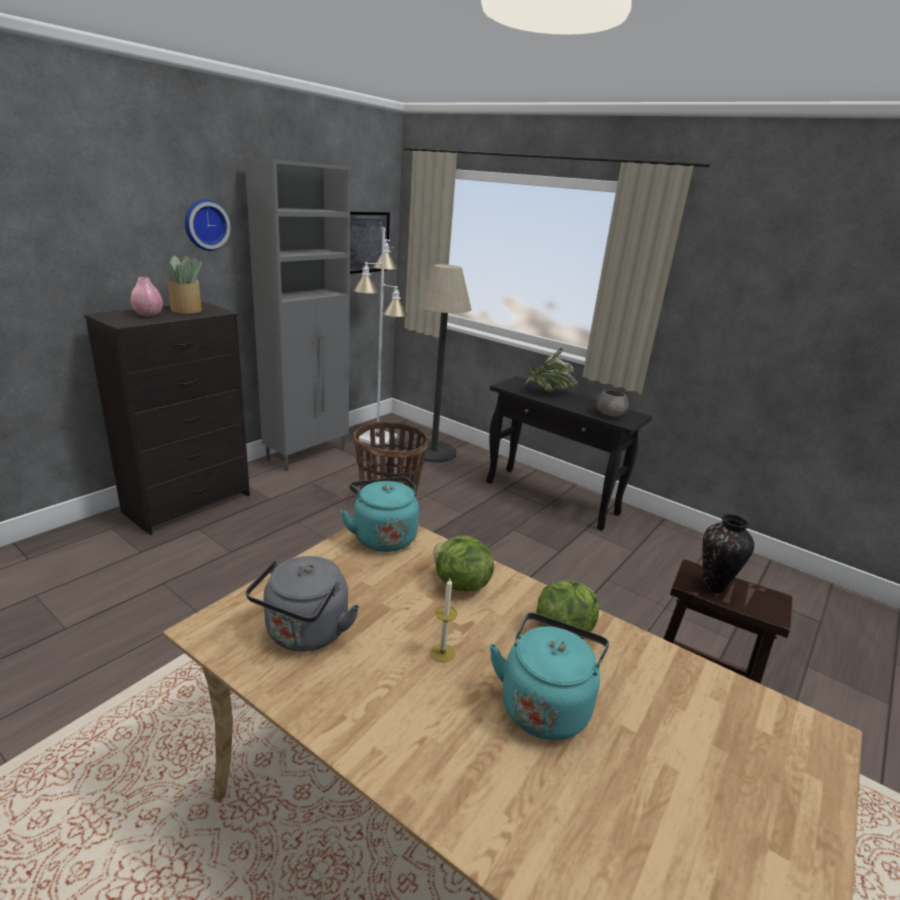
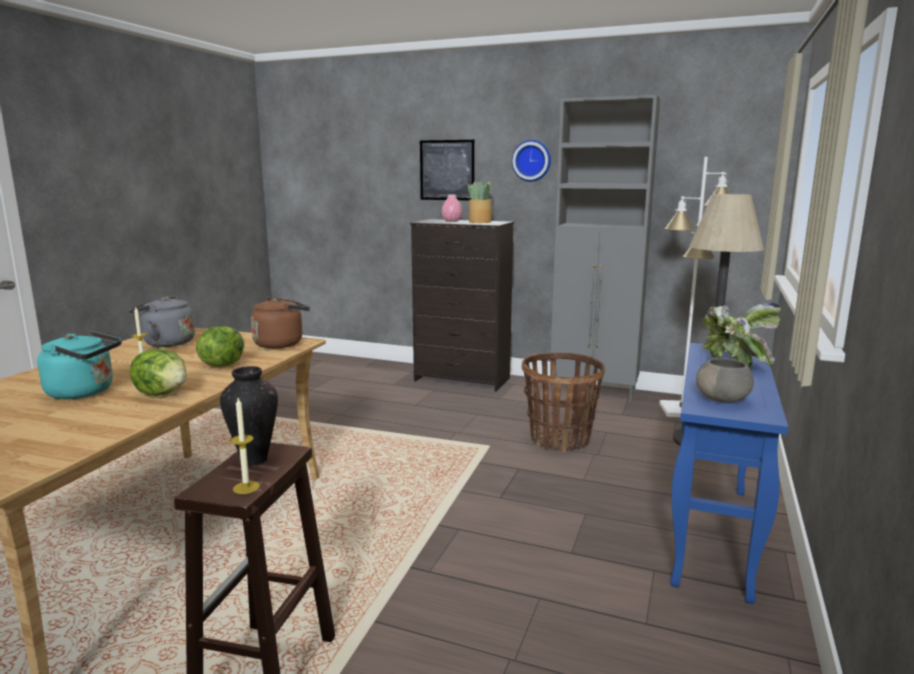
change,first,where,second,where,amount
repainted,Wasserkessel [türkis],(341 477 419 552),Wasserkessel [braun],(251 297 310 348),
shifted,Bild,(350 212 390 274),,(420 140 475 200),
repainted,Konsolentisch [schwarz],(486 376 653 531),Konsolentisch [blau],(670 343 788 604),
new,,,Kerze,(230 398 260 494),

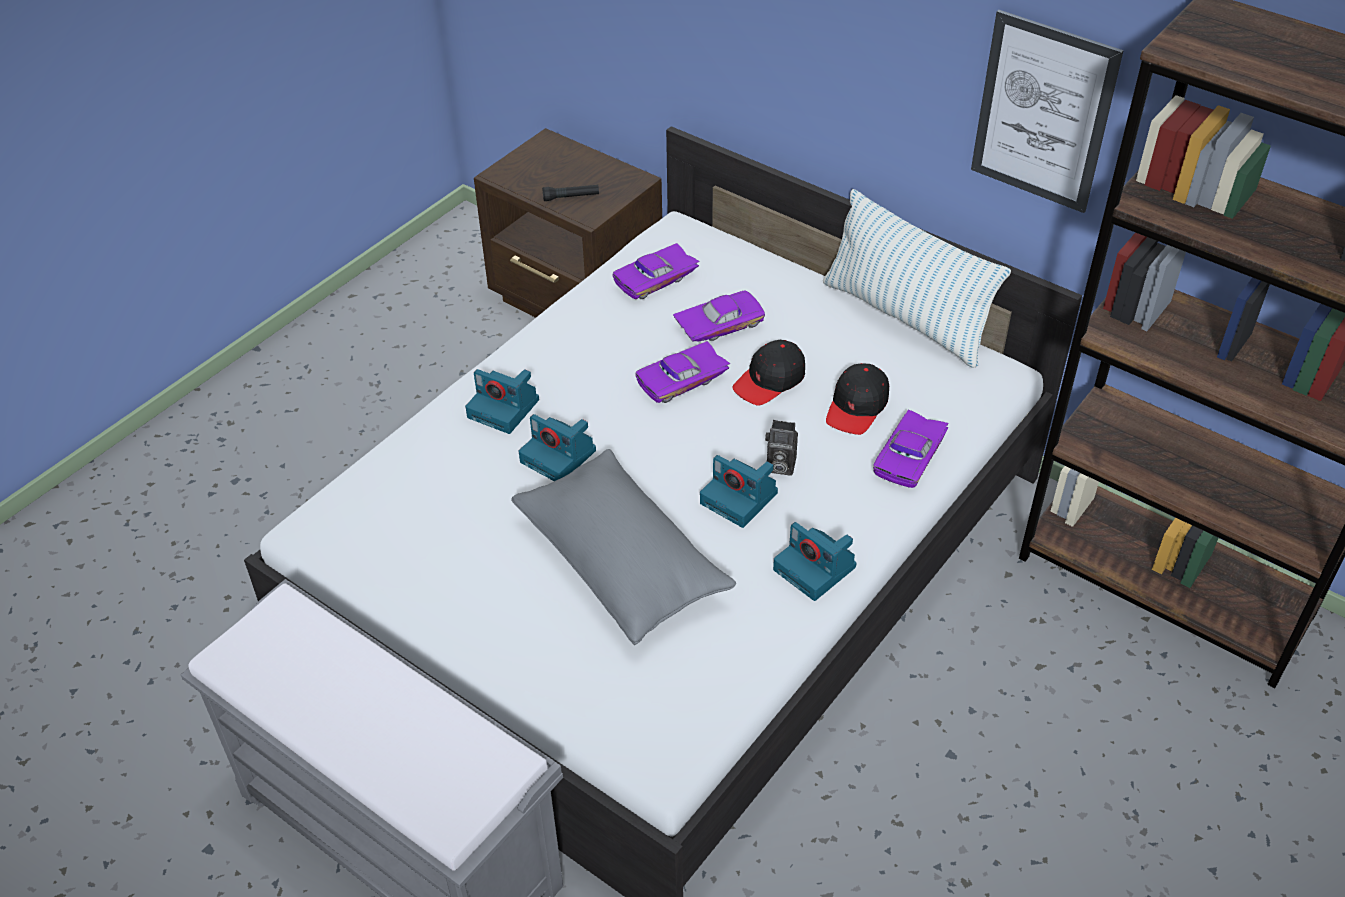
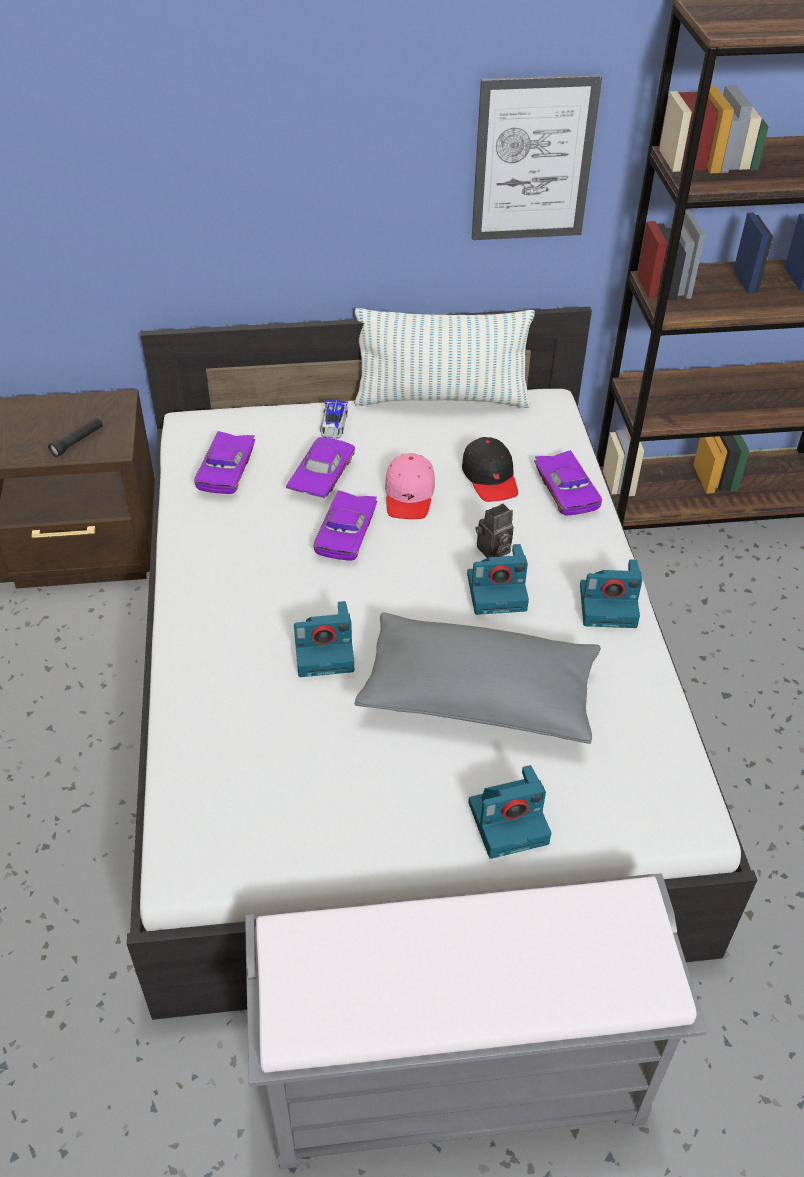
change,first,where,second,where,amount
shifted,Kamera,(465 369 539 434),,(468 765 551 859),
repainted,Kappe [schwarz],(732 340 805 406),Kappe [rosa],(385 453 435 519),
new,,,Spielzeugauto,(320 400 348 439),

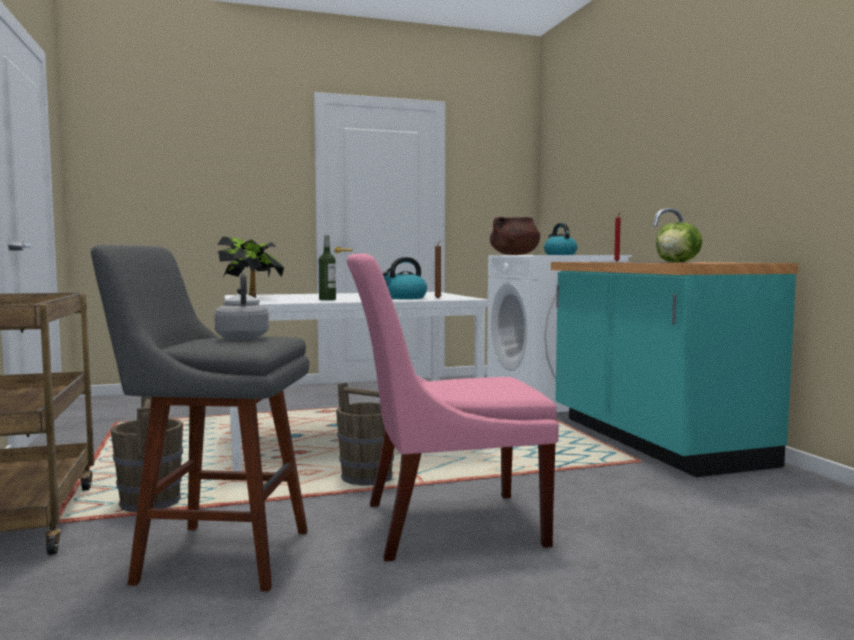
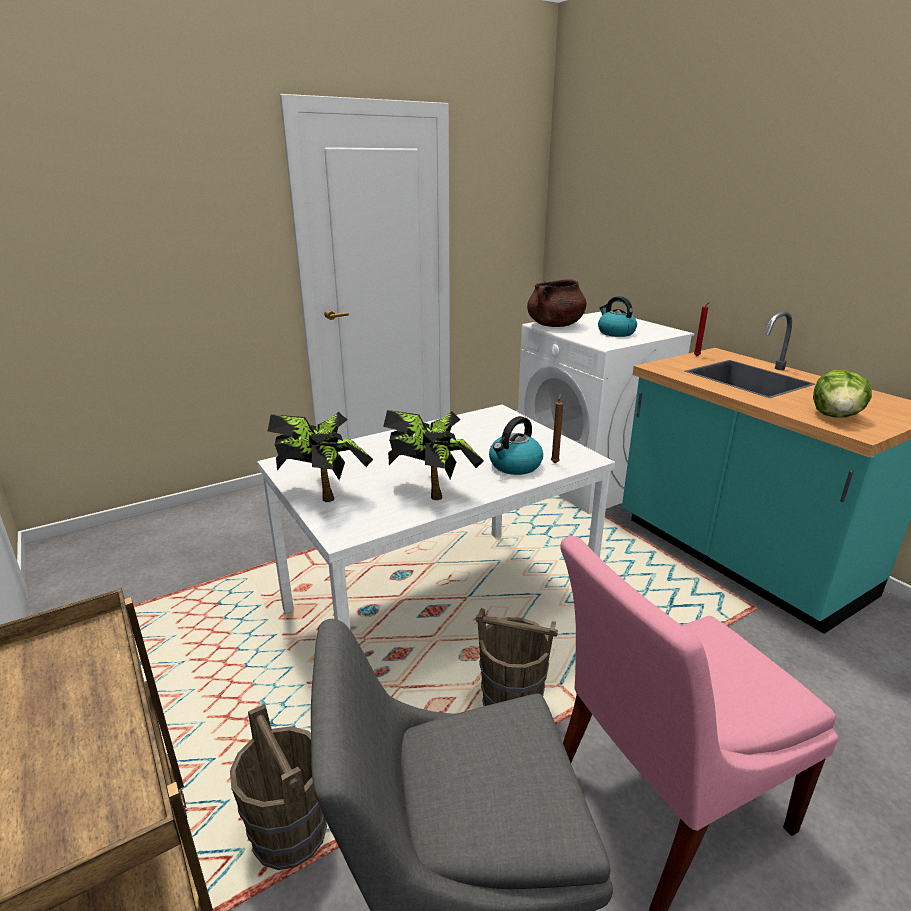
change,first,where,second,where,amount
gone,Wasserkessel [grau],(214 273 269 340),,,
swapped,Flasche,(319 235 336 300),Topfpflanze,(383 410 484 500),

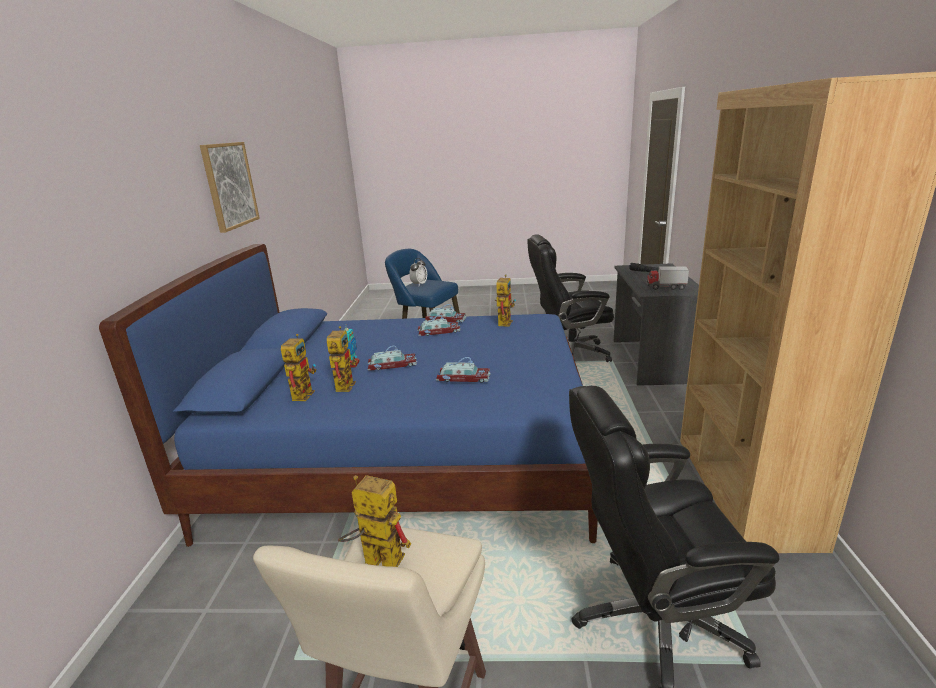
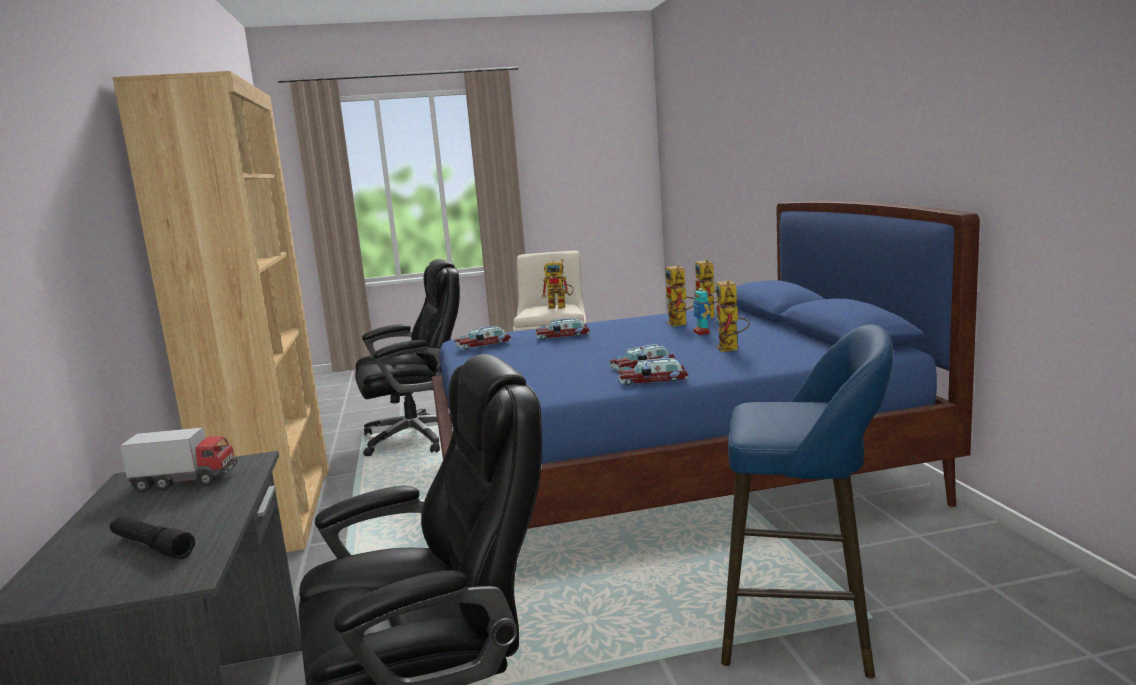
change,first,where,second,where,amount
gone,Bild,(200 142 260 233),,,
shifted,Spielzeugauto,(367 346 417 370),,(455 326 511 349),
gone,Wecker,(409 258 427 286),,,
shifted,Spielzeugroboter,(495 275 516 327),,(715 281 750 352),

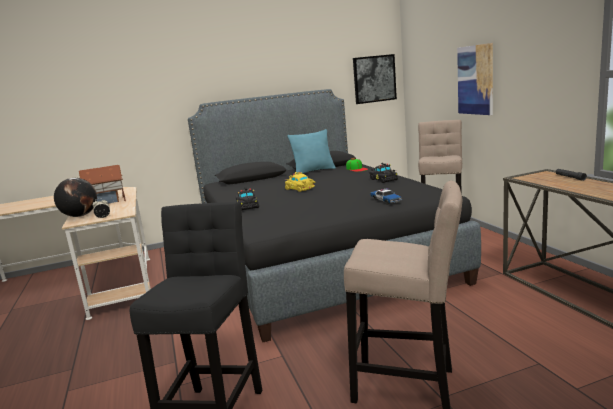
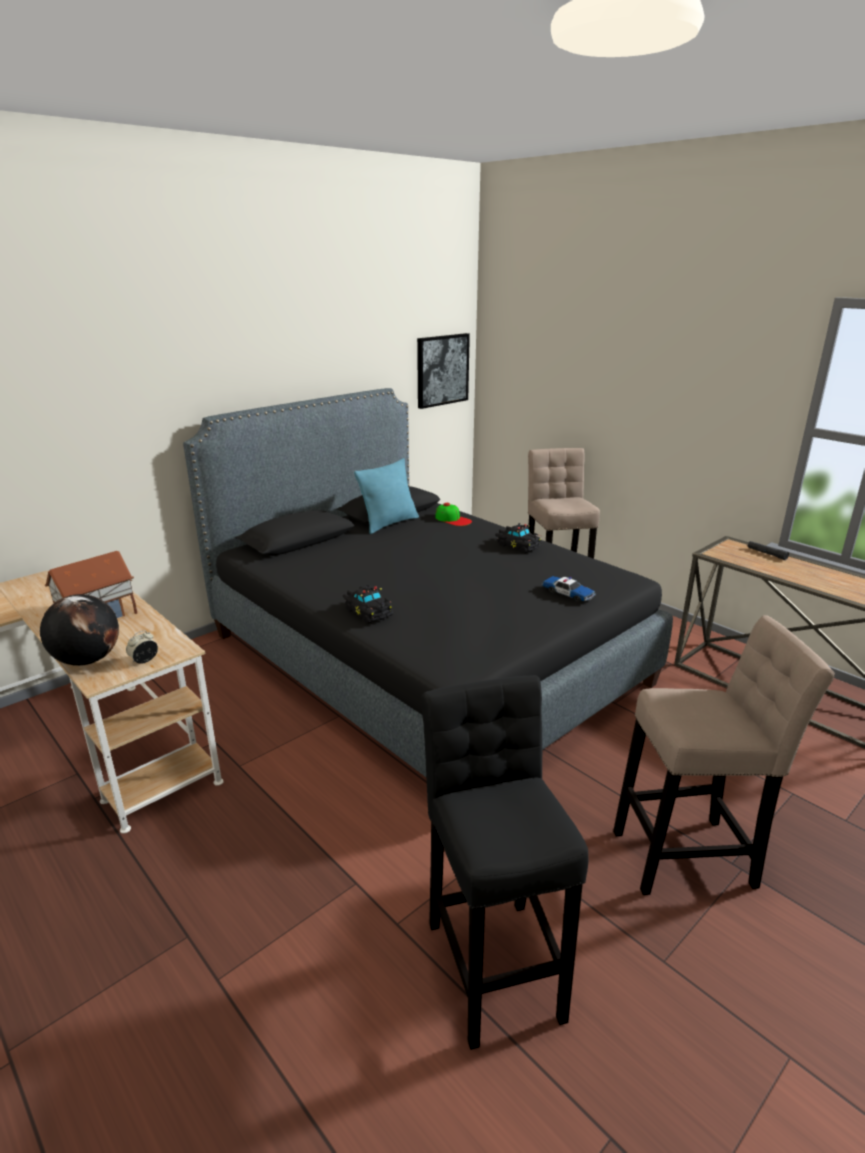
change,first,where,second,where,amount
gone,Spielzeugauto [gelb],(284 172 315 192),,,
gone,Bild,(457 43 493 115),,,

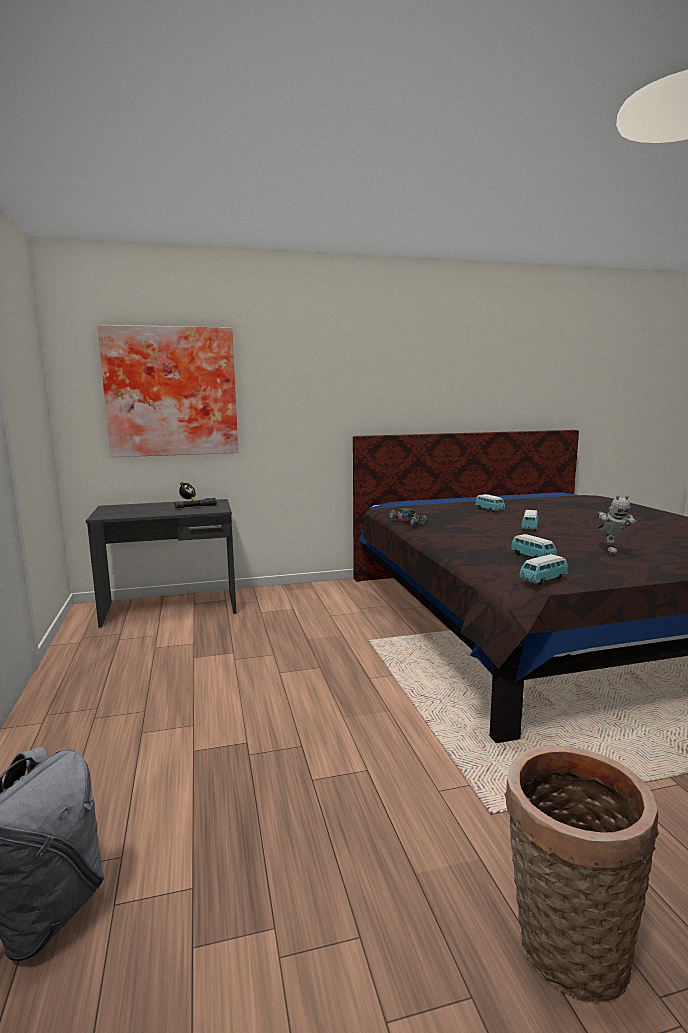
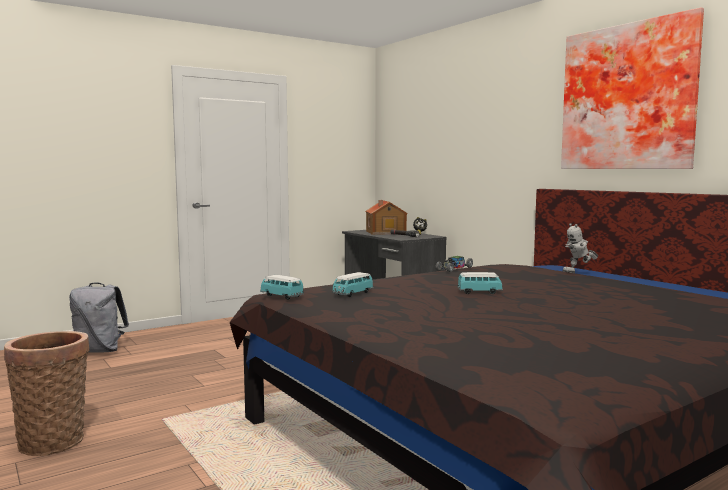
change,first,where,second,where,amount
shifted,Bild,(97 325 238 457),,(561 8 704 169),
gone,Spielzeugauto,(475 494 506 512),,,
shifted,Spielzeugroboter,(597 495 637 555),,(563 223 598 273),
new,,,Spielzeughaus,(365 200 407 235),

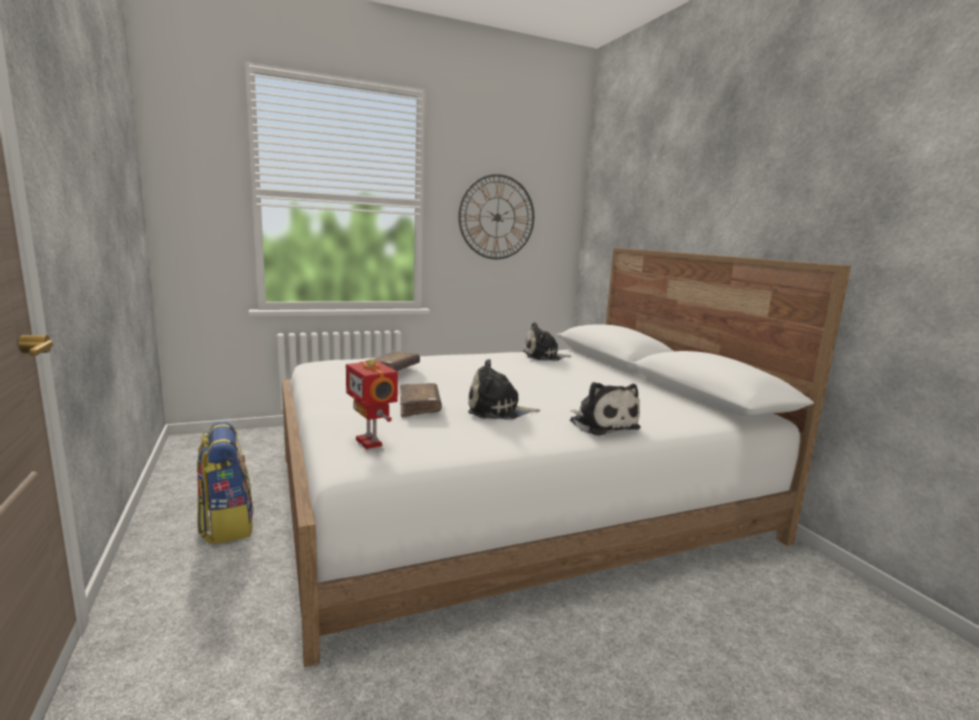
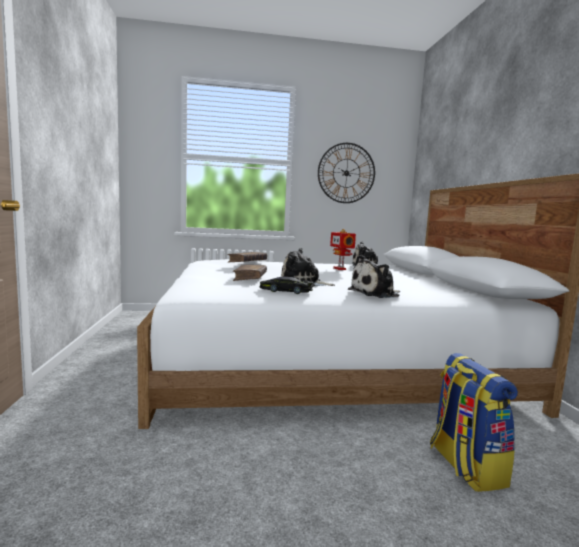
change,first,where,second,where,amount
shifted,Rucksack,(197 422 254 544),,(430 353 518 492),
shifted,Spielzeugroboter,(346 359 398 449),,(330 229 356 270),
rotated,Plüschtier,(570 382 641 436),,(348 255 400 298),75 degrees clockwise
new,,,Spielzeugauto [schwarz],(259 277 313 294),

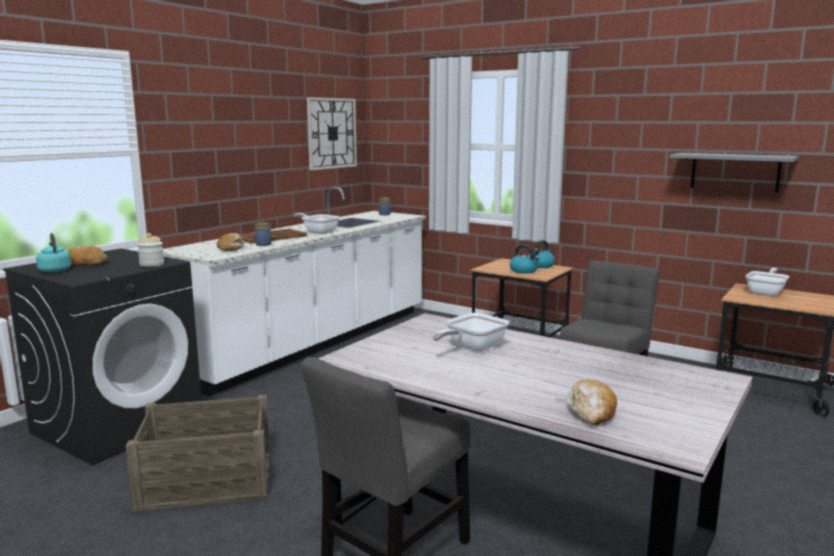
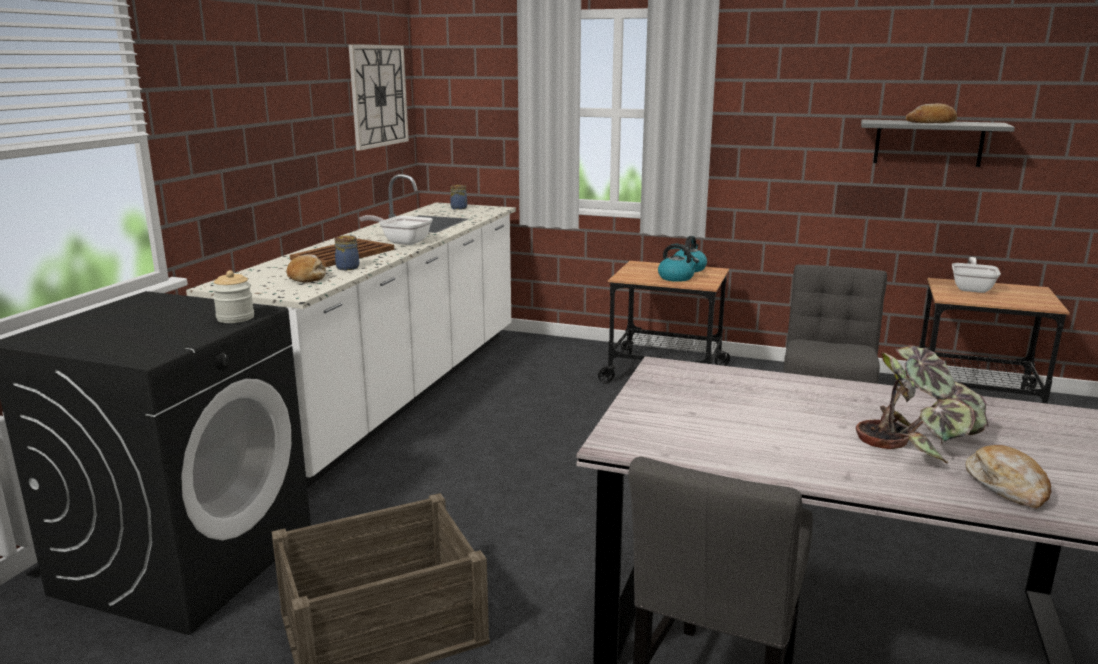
change,first,where,second,where,amount
gone,Wasserkessel [türkis],(36 233 71 273),,,
shifted,Brot,(67 246 108 266),,(906 103 957 123),
gone,Pfanne,(432 313 509 352),,,
new,,,Topfpflanze,(855 345 989 463),

